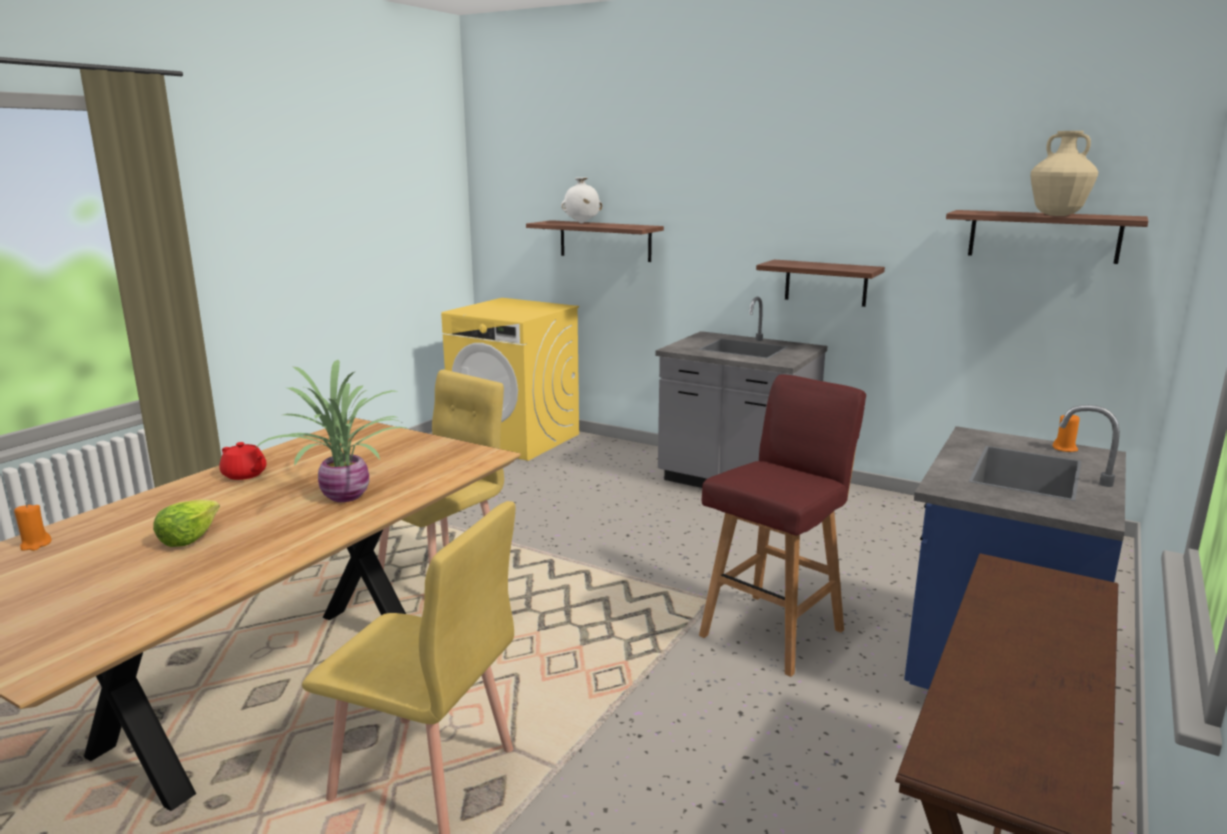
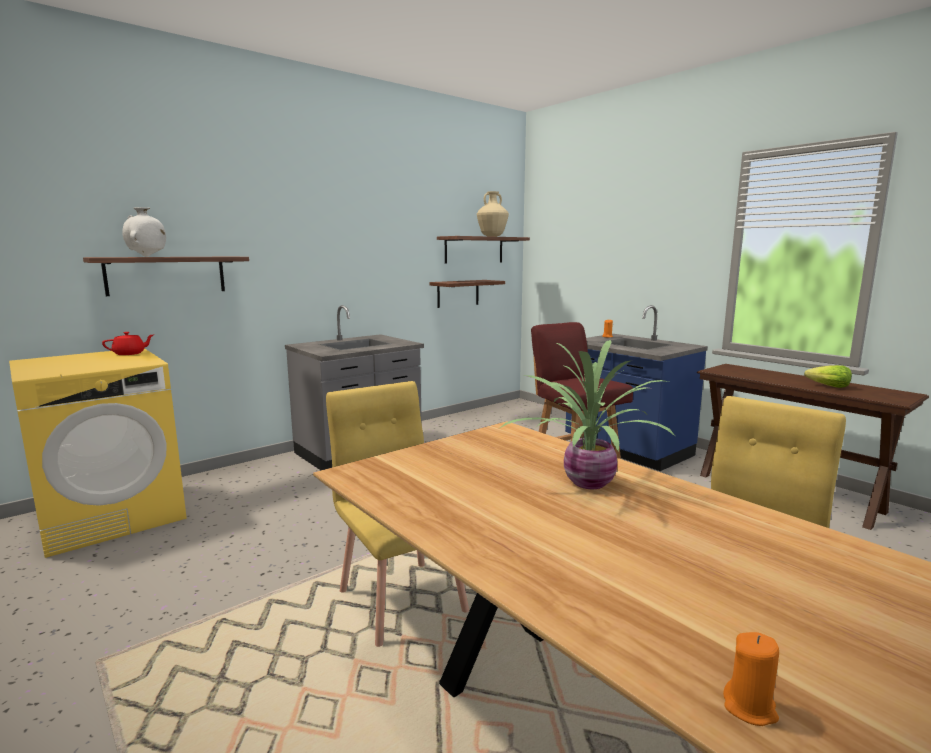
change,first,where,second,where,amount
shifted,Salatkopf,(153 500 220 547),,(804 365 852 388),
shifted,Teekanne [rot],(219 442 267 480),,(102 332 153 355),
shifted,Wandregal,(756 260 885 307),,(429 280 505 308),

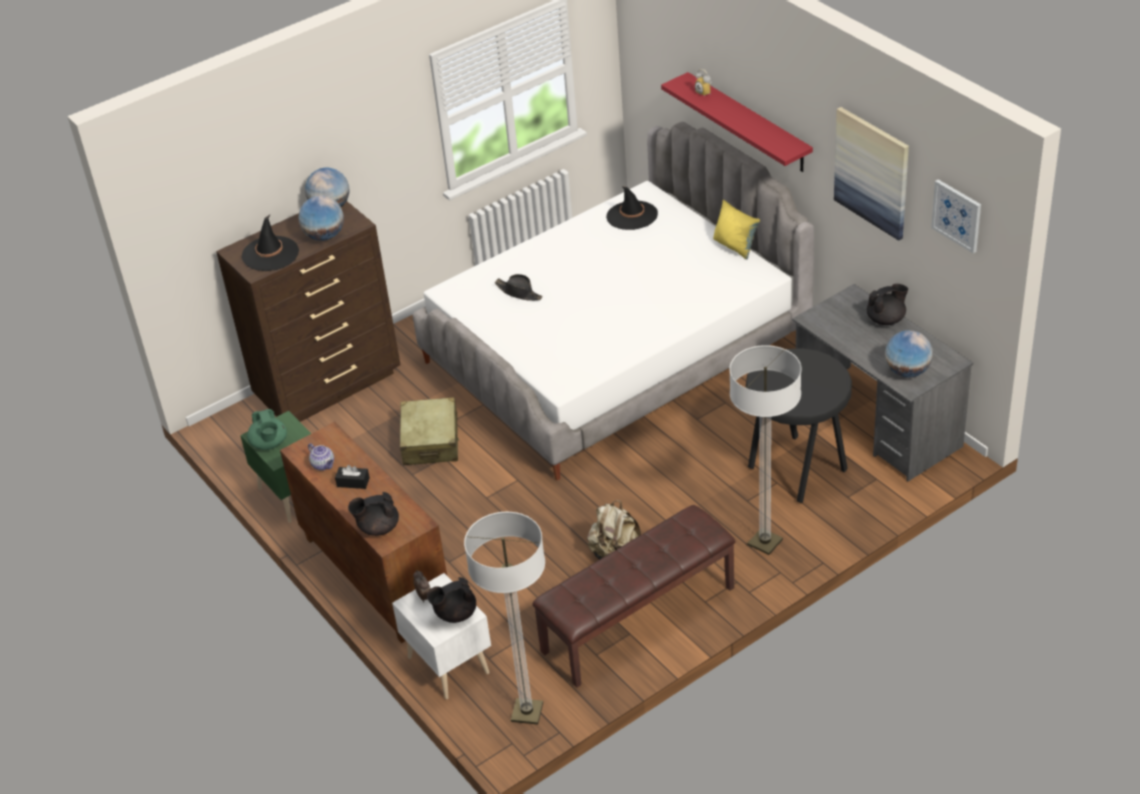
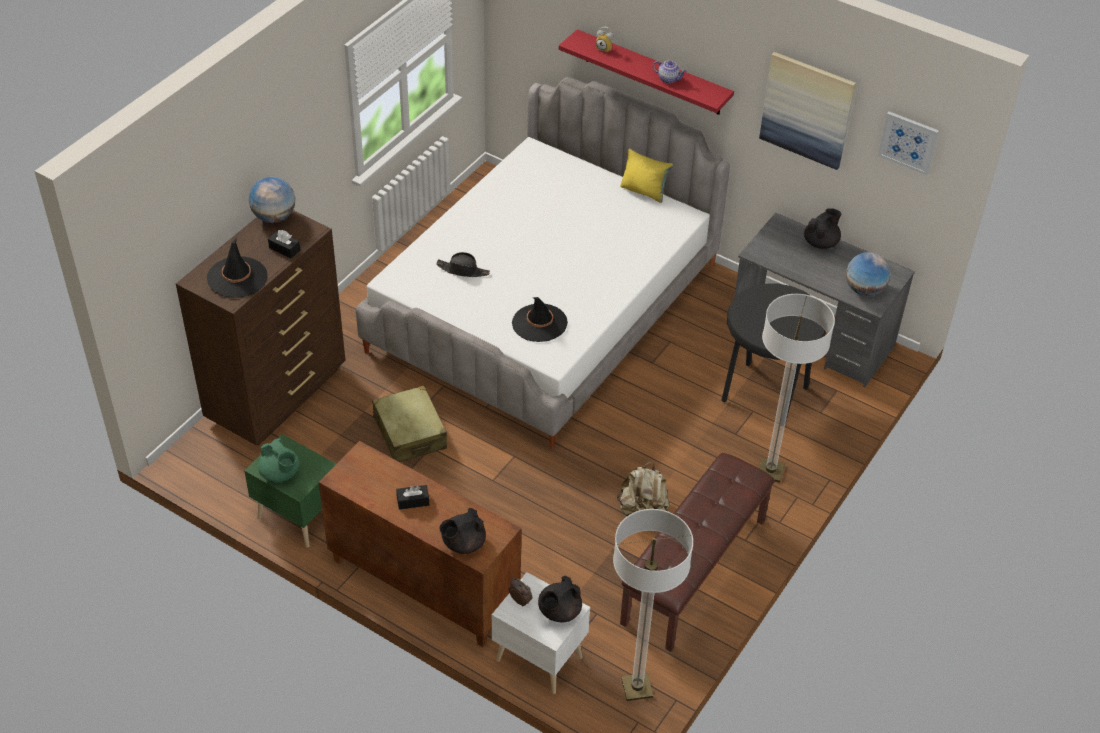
change,first,where,second,where,amount
swapped,Globus,(298 195 344 241),Taschentuchbox [schwarz],(268 230 300 258),
shifted,Teekanne,(308 443 334 470),,(653 61 686 83),
shifted,Hut [schwarz],(606 186 658 230),,(512 297 568 342),

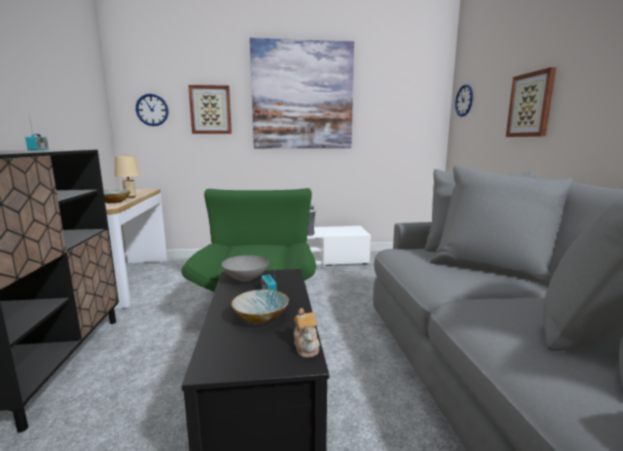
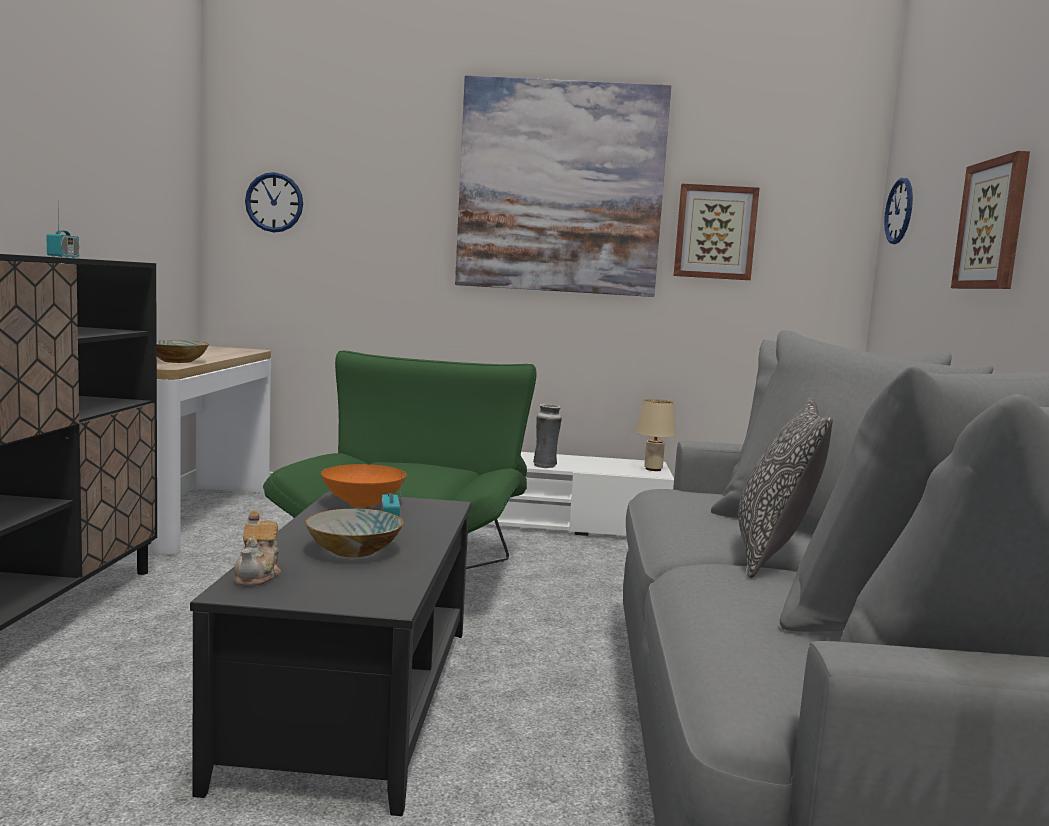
change,first,where,second,where,amount
shifted,Tischlampe [beige],(115 156 140 198),,(636 399 675 471),
shifted,Bild,(188 85 232 134),,(674 184 760 280),
repainted,Schüssel [grau],(221 255 269 282),Schüssel [orange],(321 464 406 508),
shifted,Teekanne,(294 308 320 358),,(234 511 281 586),
new,,,Kissen,(738 397 833 578),

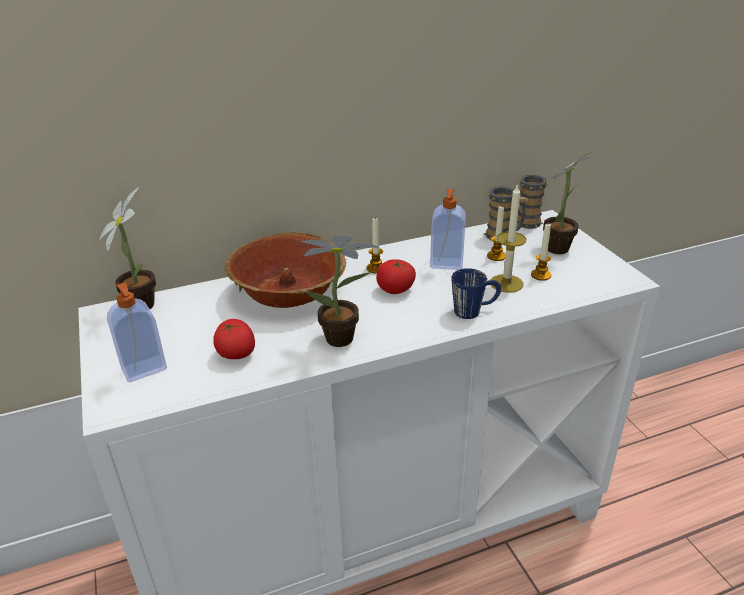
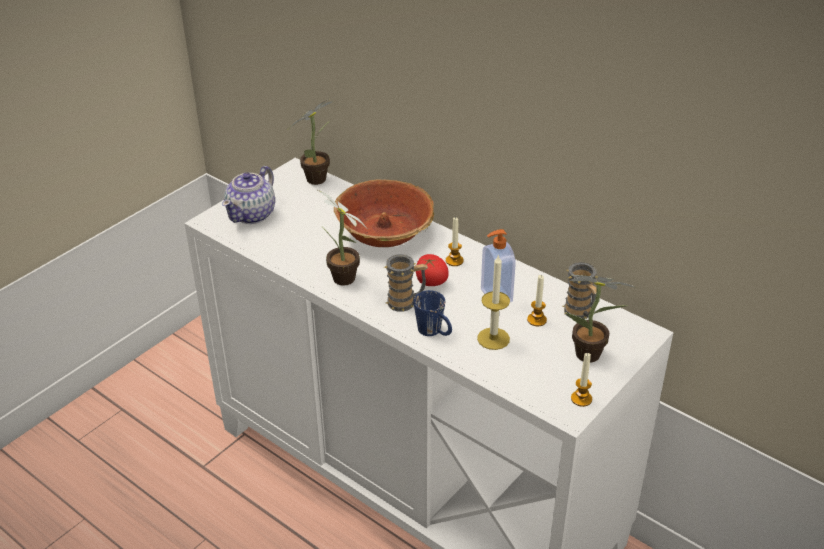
change,first,where,second,where,amount
swapped,Seifenspender,(107 282 167 382),Teekanne,(222 166 275 224),
gone,Tomate,(213 319 255 359),,,
shifted,Henkelbecher,(517 175 549 229),,(384 254 428 312),
shifted,Kerze,(531 224 551 281),,(571 353 592 407),

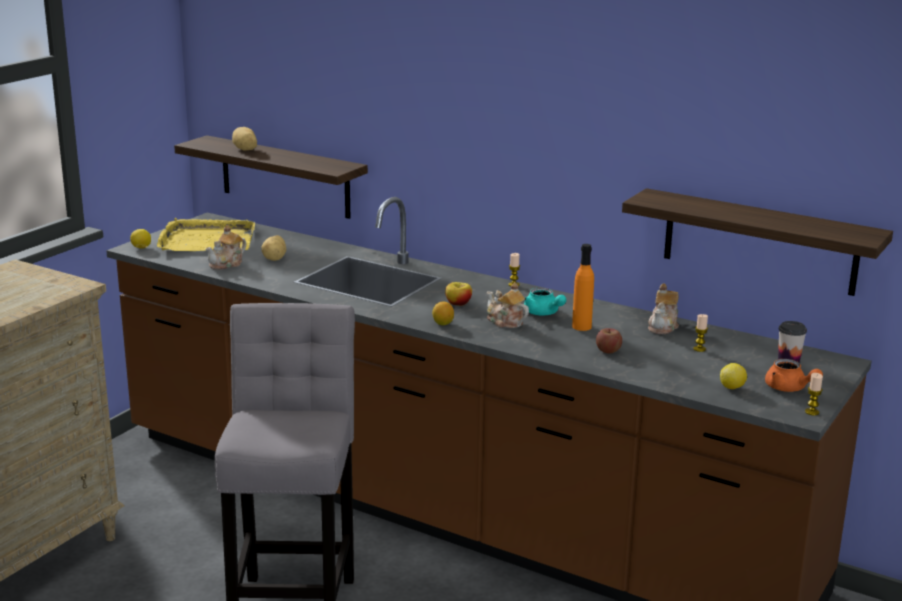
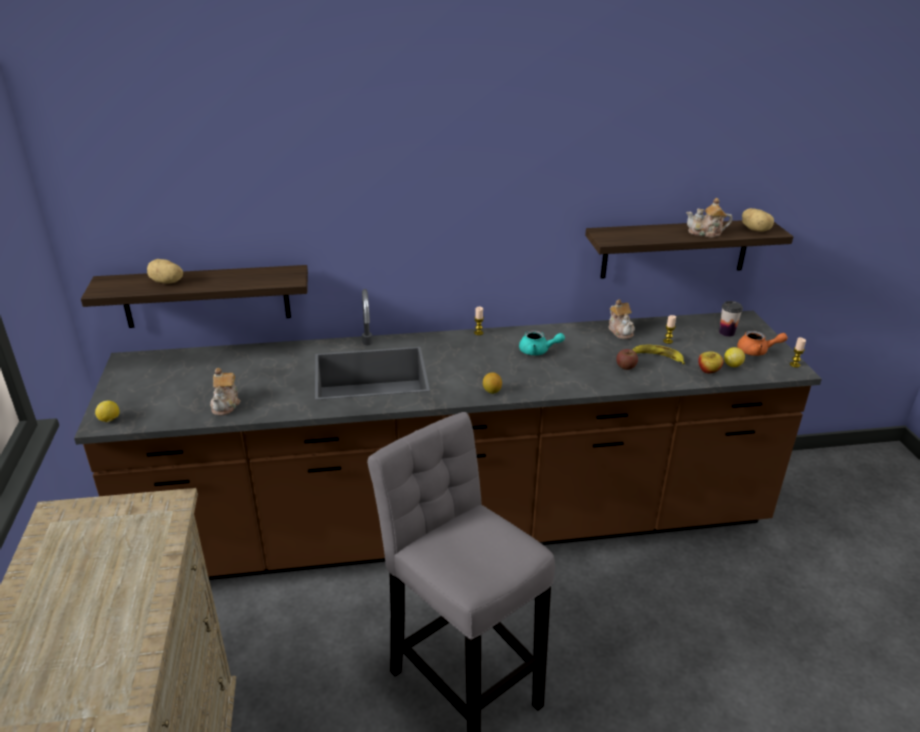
change,first,where,second,where,amount
gone,Tablett [gelb],(157 218 255 251),,,
shifted,Kartoffel,(261 235 286 261),,(742 208 774 232),
shifted,Apfel,(445 282 472 306),,(698 351 723 374),
shifted,Teekanne,(487 282 529 328),,(686 198 732 238),
gone,Flasche [orange],(572 244 594 331),,,
new,,,Banane,(633 345 685 364),

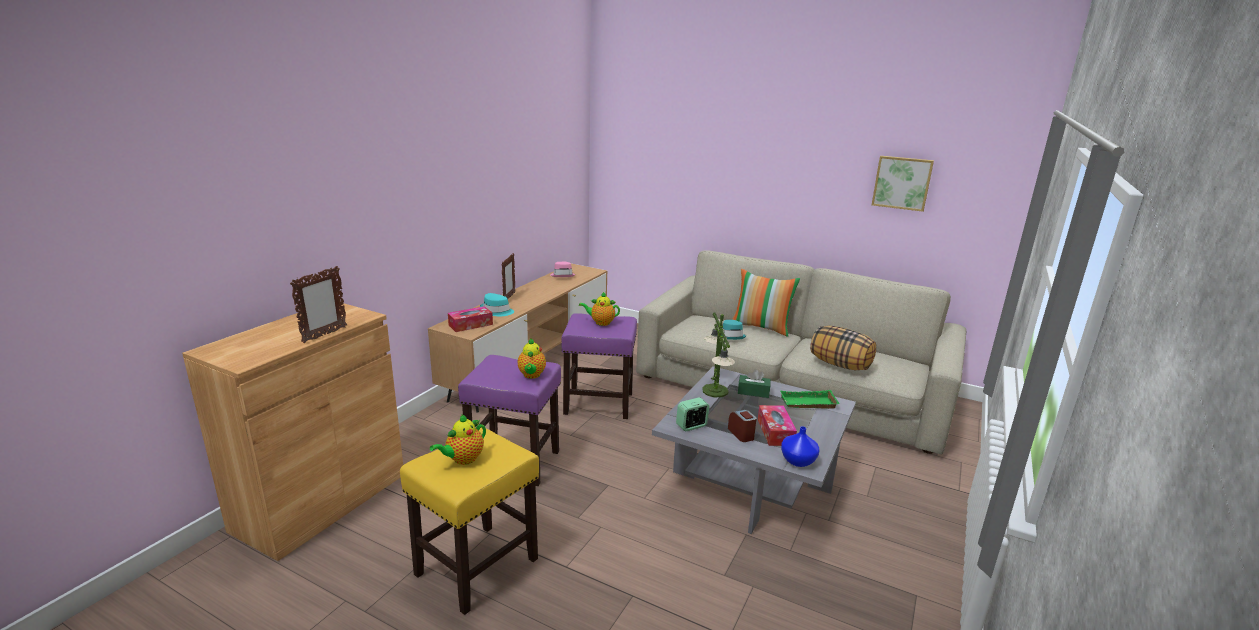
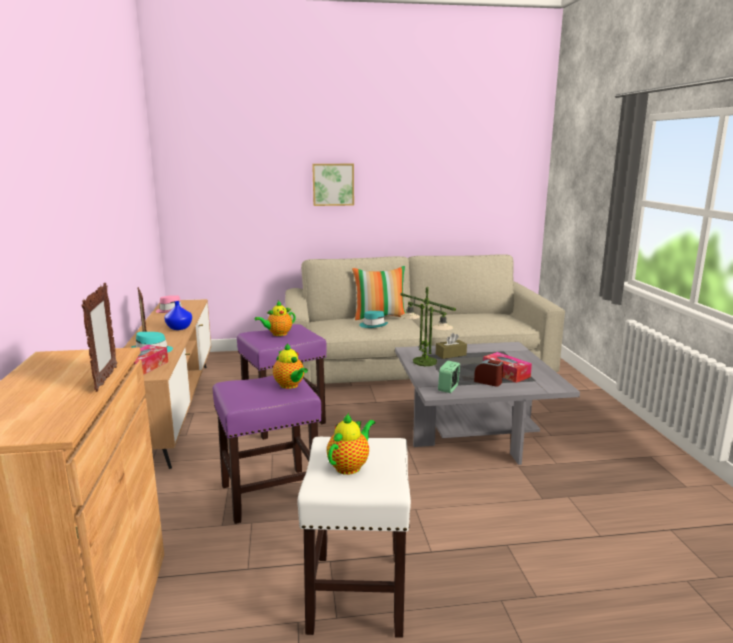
change,first,where,second,where,amount
repainted,Hocker [gelb],(400 428 539 615),Hocker [weiß],(297 437 411 638),
rotated,Teekanne,(430 414 486 465),,(327 413 375 475),150 degrees counterclockwise
repainted,Taschentuchbox [grün],(738 369 771 398),Taschentuchbox [braun],(436 333 467 359),
gone,Tablett [grün],(781 390 839 409),,,
shifted,Vase [blau],(781 426 819 467),,(164 301 192 330),
gone,Kissen,(810 326 876 370),,,
shifted,Bild,(872 156 934 212),,(312 164 354 206),

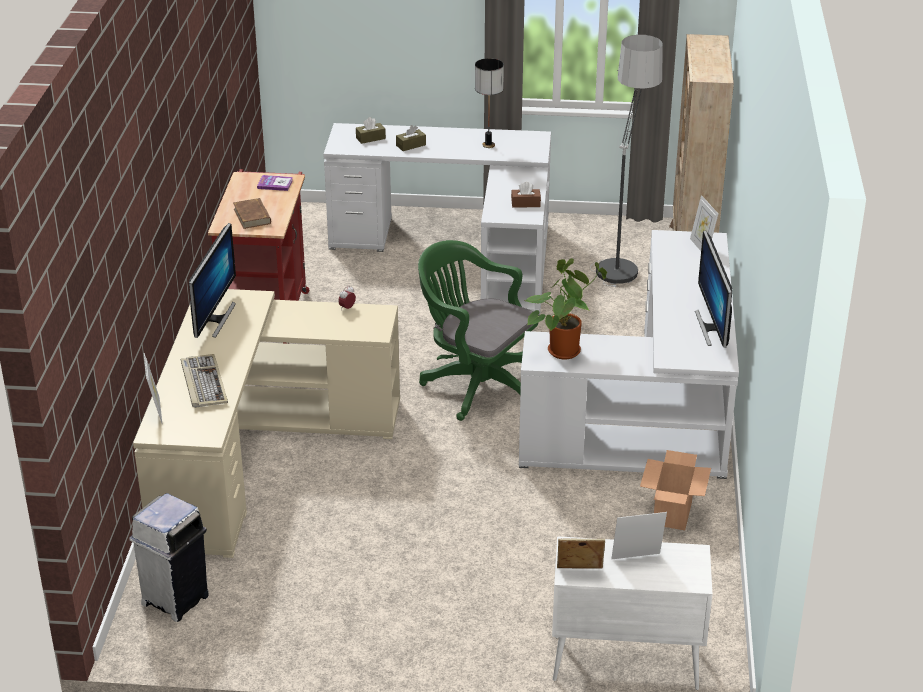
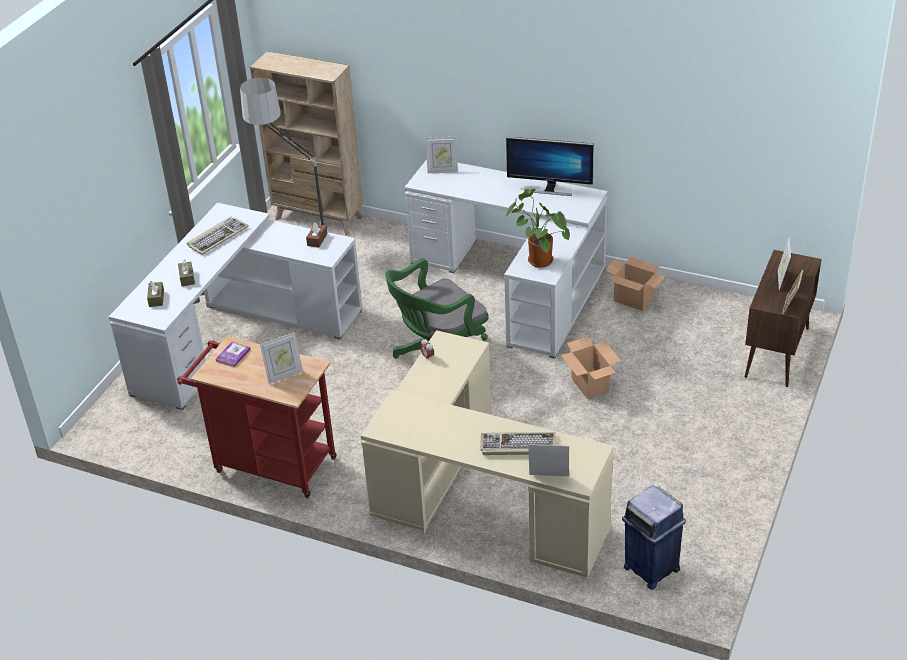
change,first,where,second,where,amount
repainted,Mülleimer [weiß],(129 493 209 622),Mülleimer [blau],(622 485 686 590),
gone,Monitor,(189 223 236 338),,,
swapped,Buch [braun],(233 198 271 229),Bilderrahmen,(260 332 303 384),
swapped,Tischlampe,(475 58 504 148),Tastatur,(187 216 249 255),
repainted,Schrank [weiß],(552 536 712 690),Schrank [braun],(745 250 822 387),
new,,,Karton,(561 337 621 399),

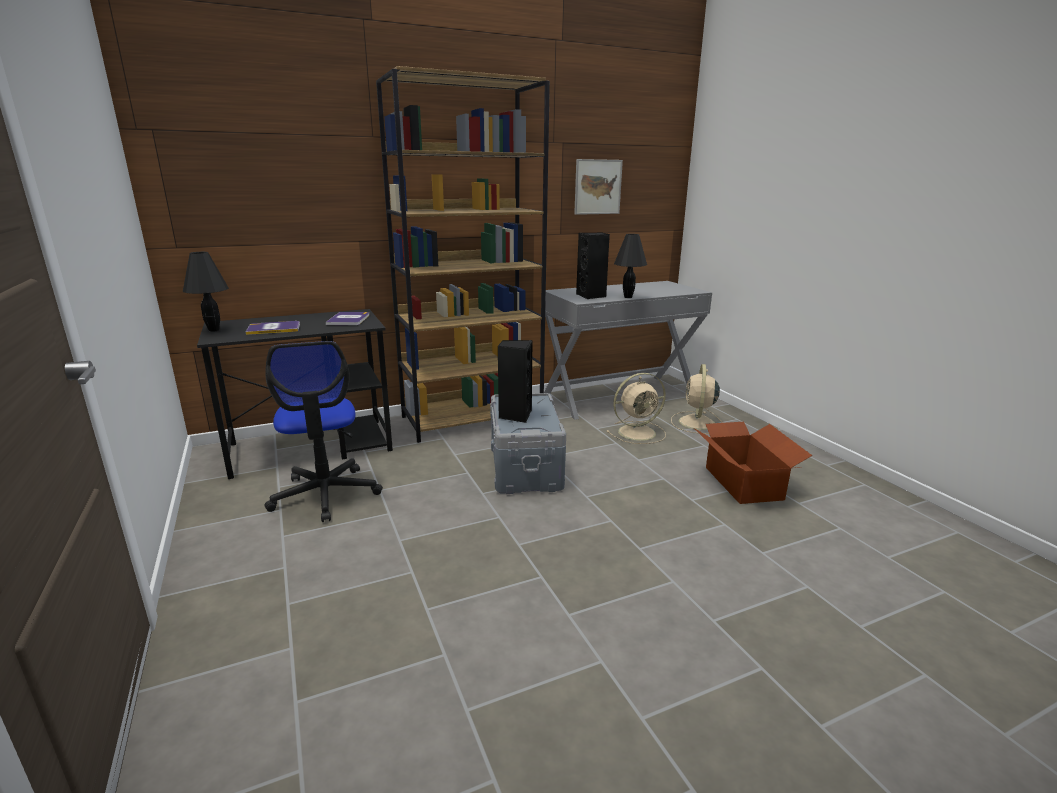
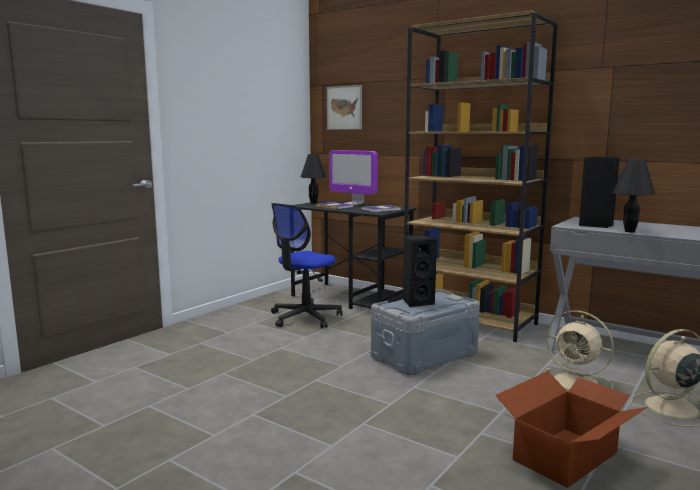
change,first,where,second,where,amount
shifted,Bild,(574 159 623 215),,(327 85 362 130),
new,,,Monitor,(329 150 378 205),

